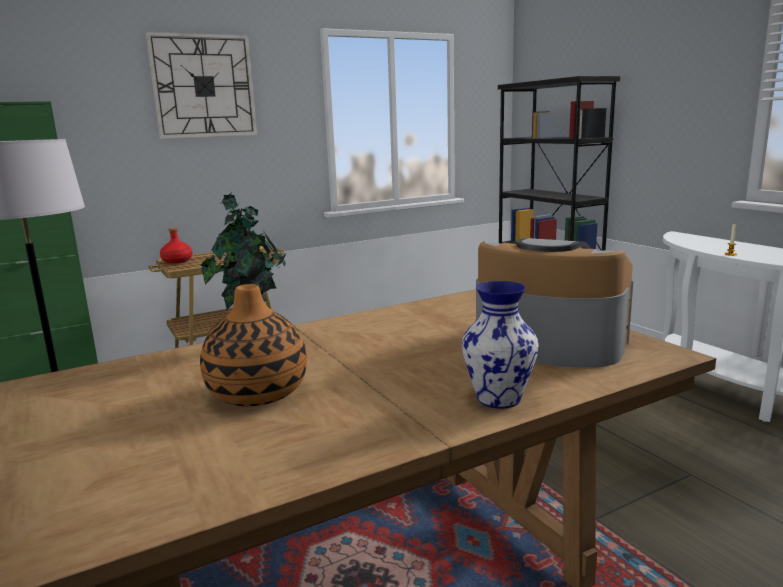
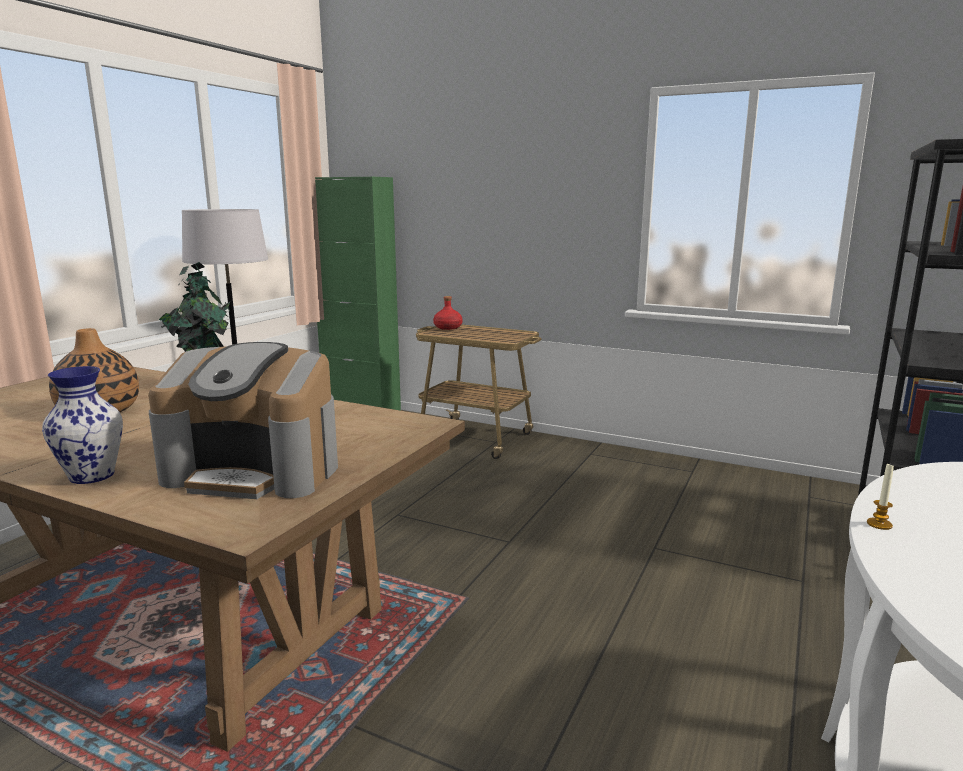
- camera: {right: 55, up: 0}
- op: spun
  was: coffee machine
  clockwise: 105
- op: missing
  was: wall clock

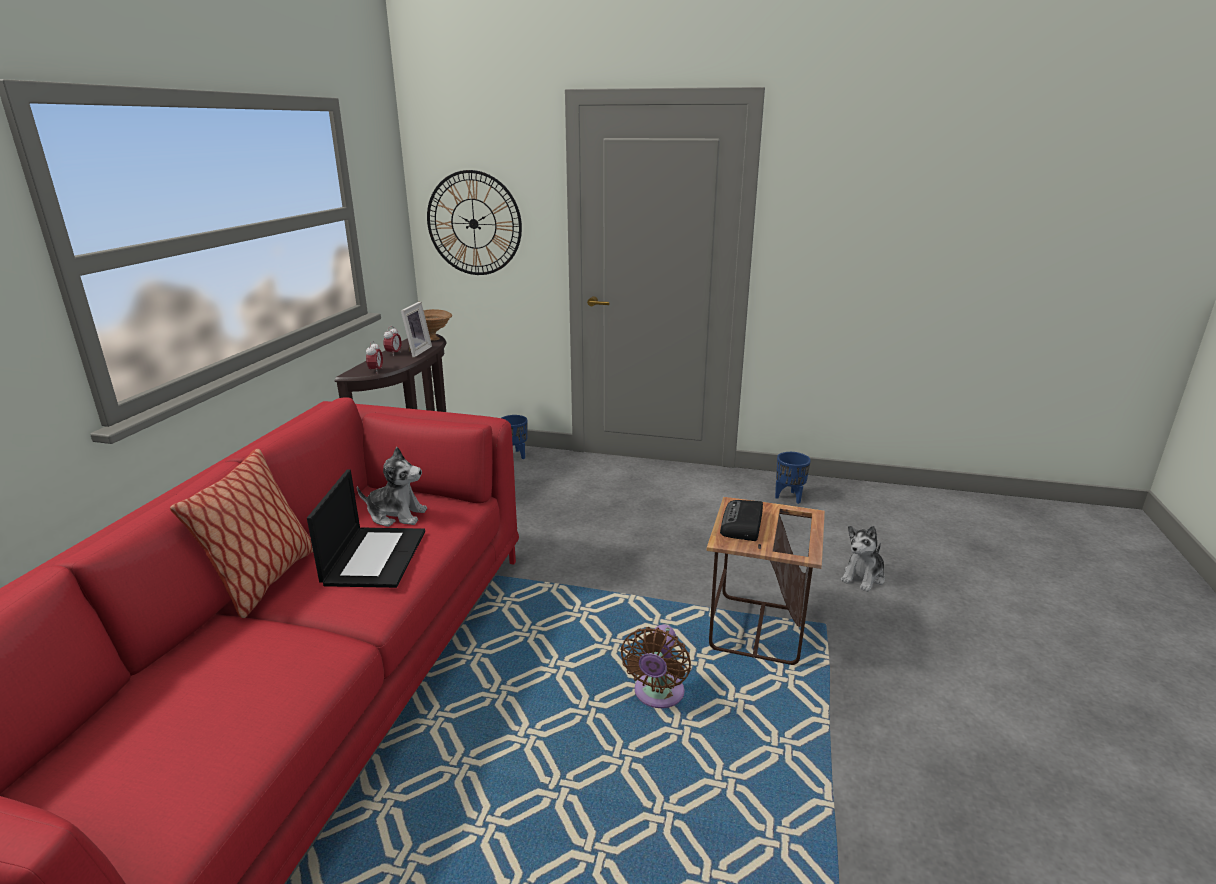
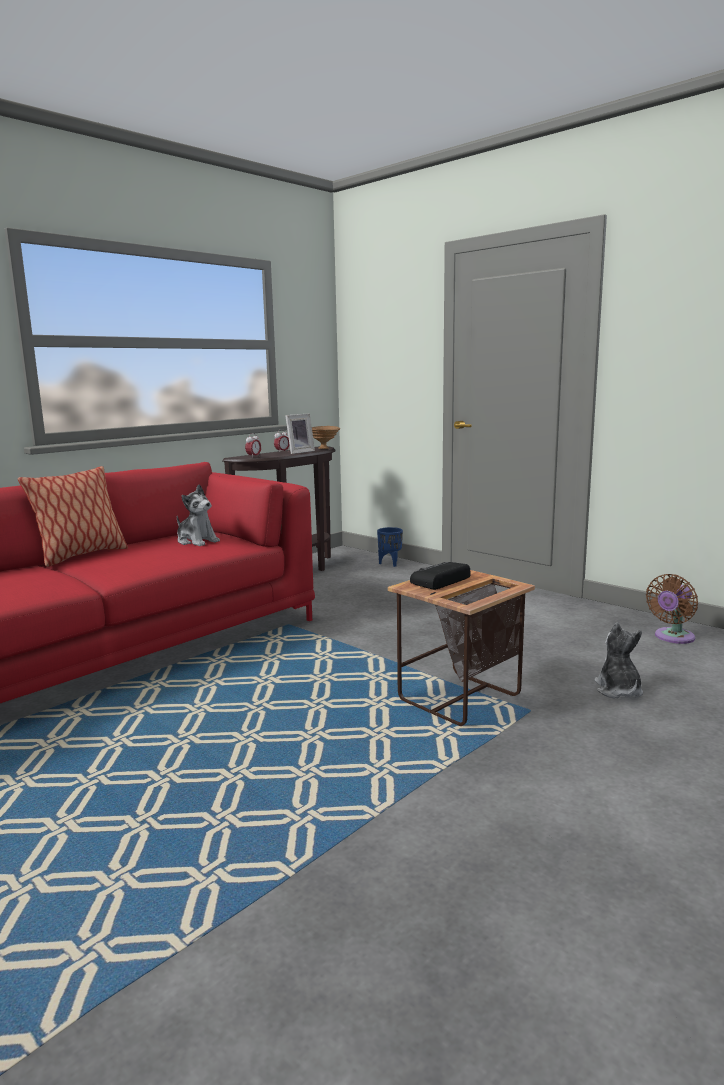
- camera: {right: 30, up: -10}
- op: spun
  was: plush toy (no. 2 from left)
  clockwise: 105
- op: relocated
  was: fan/brown
- op: missing
  was: laptop
- op: missing
  was: wall clock
- op: missing
  was: planter/blue (no. 2 from left)

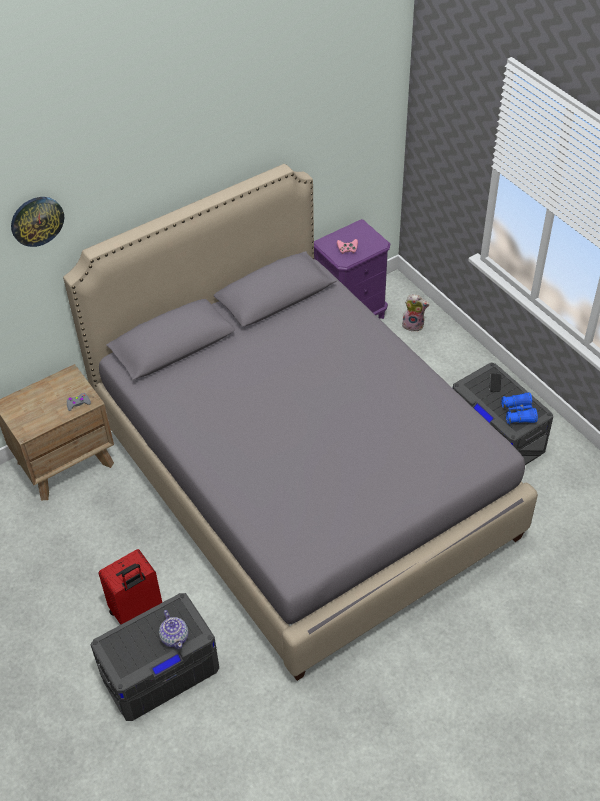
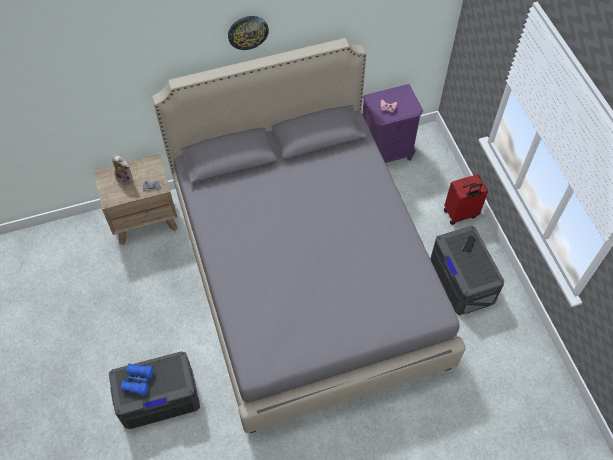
- camera: {right: 15, up: 10}
- op: relocated
  was: plush toy
- op: relocated
  was: binoculars/blue
- op: relocated
  was: wall clock
- op: relocated
  was: suitcase/red
- op: missing
  was: teapot

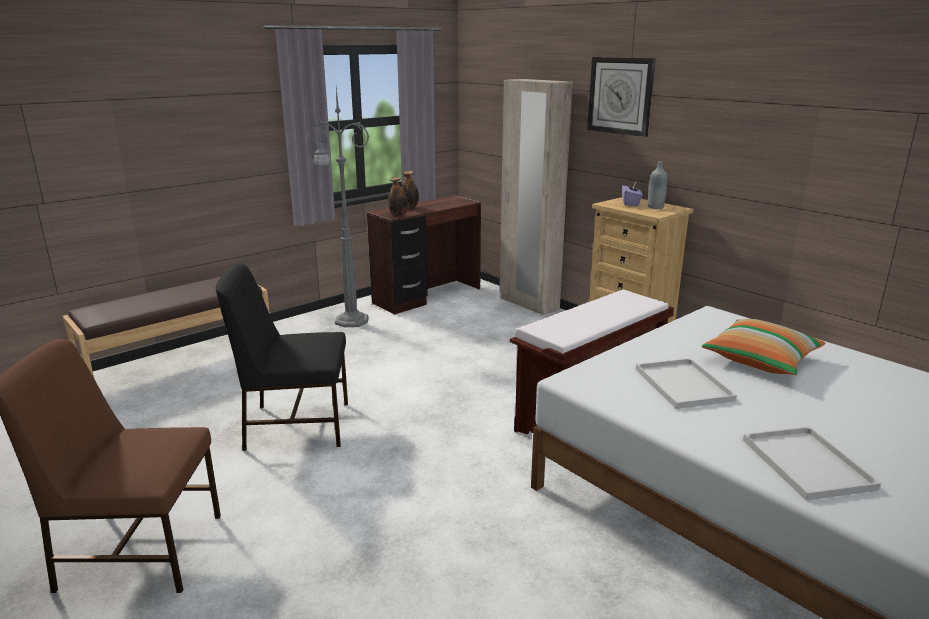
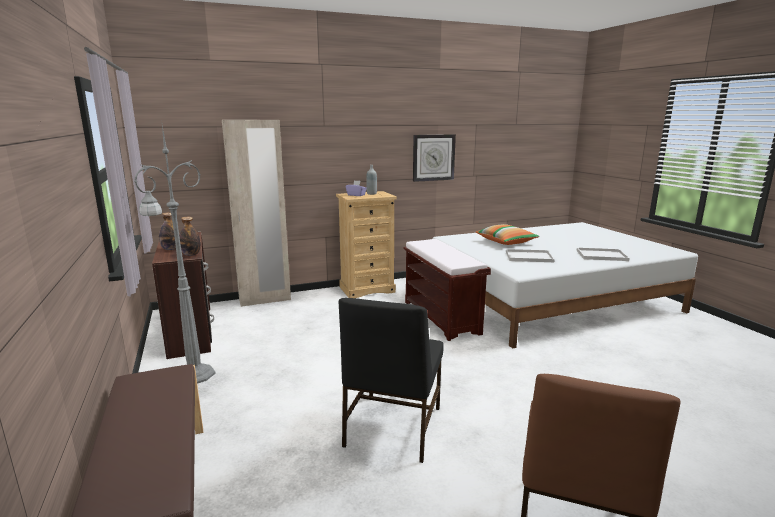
- camera: {right: -70, up: -5}
- op: relocated
  was: wall clock

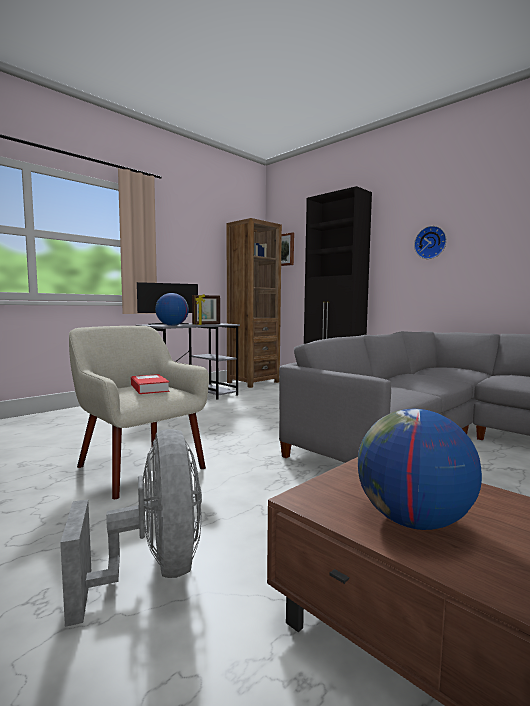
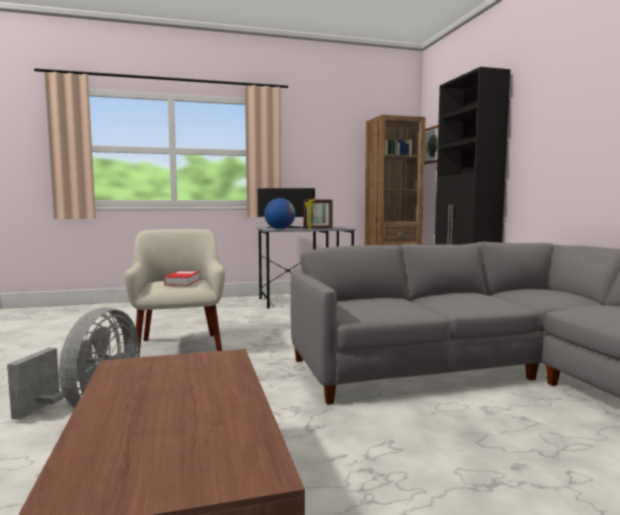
- camera: {right: 30, up: 0}
- op: missing
  was: globe (no. 2 from left)
- op: missing
  was: wall clock

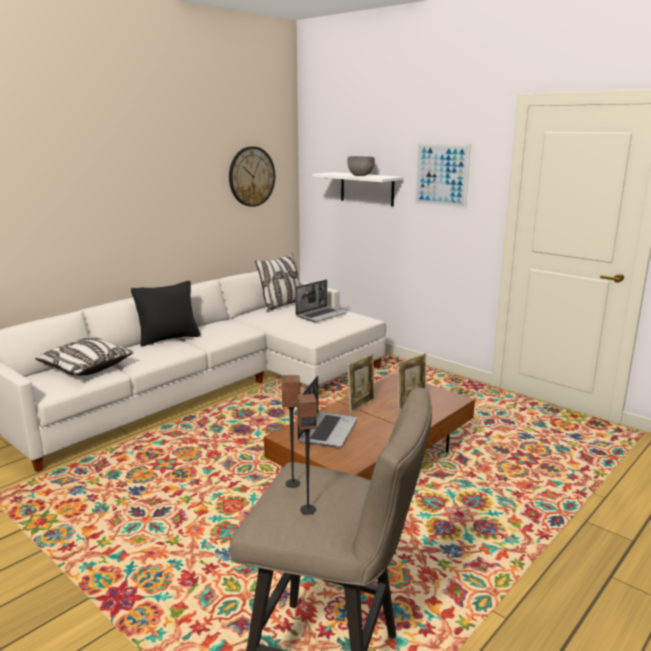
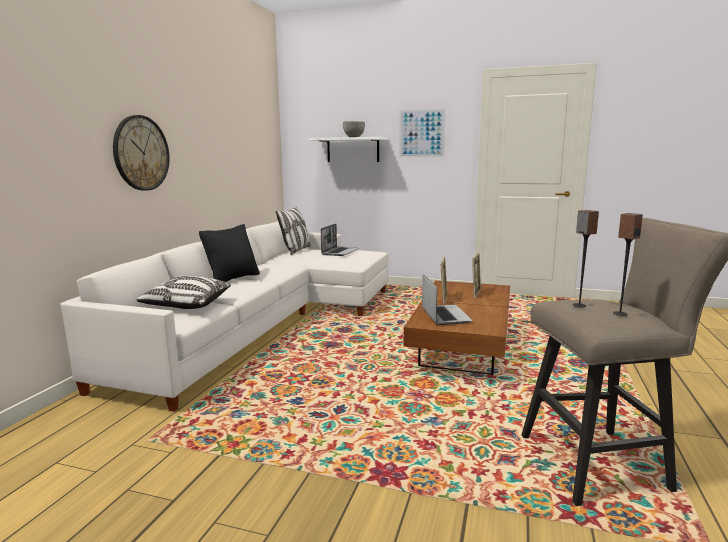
- camera: {right: -25, up: -5}
- op: relocated
  was: wall clock

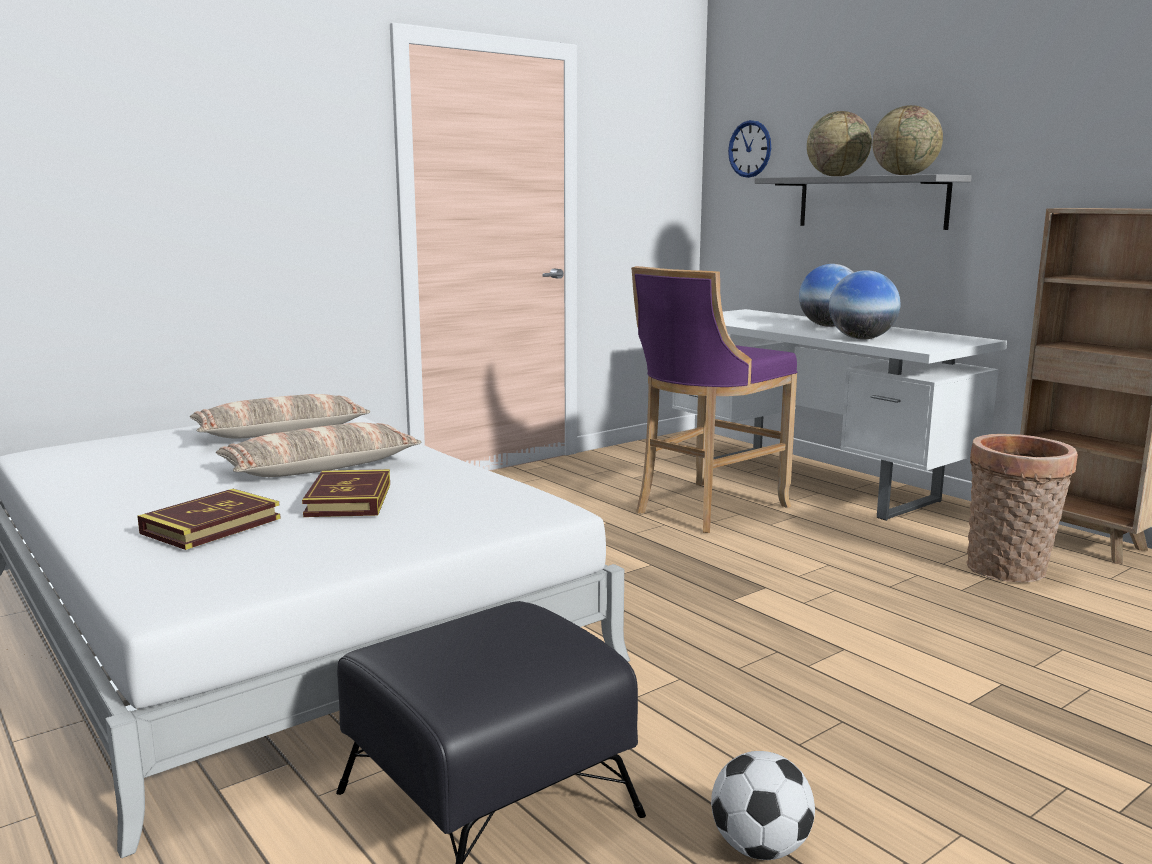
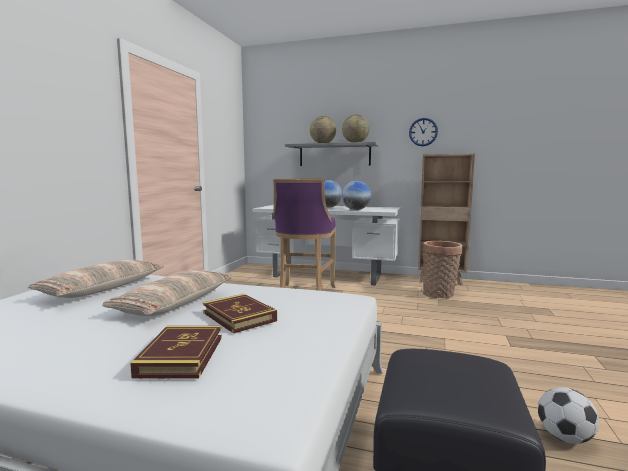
- camera: {right: -35, up: -5}
- op: relocated
  was: wall clock

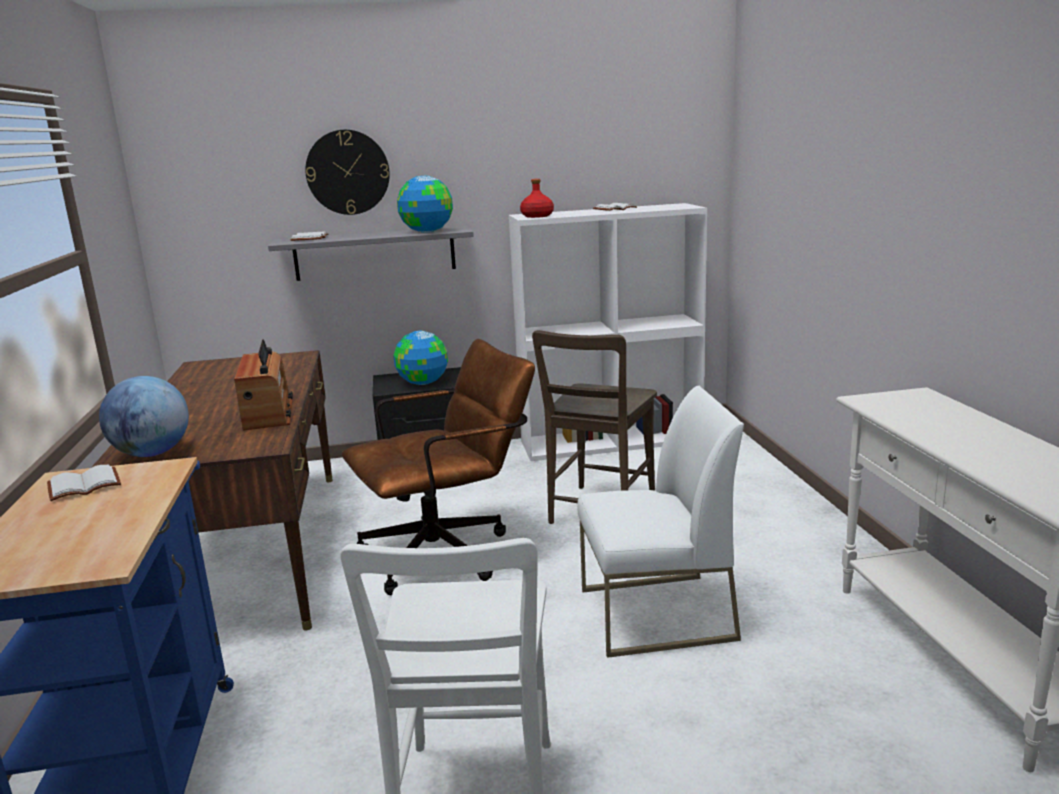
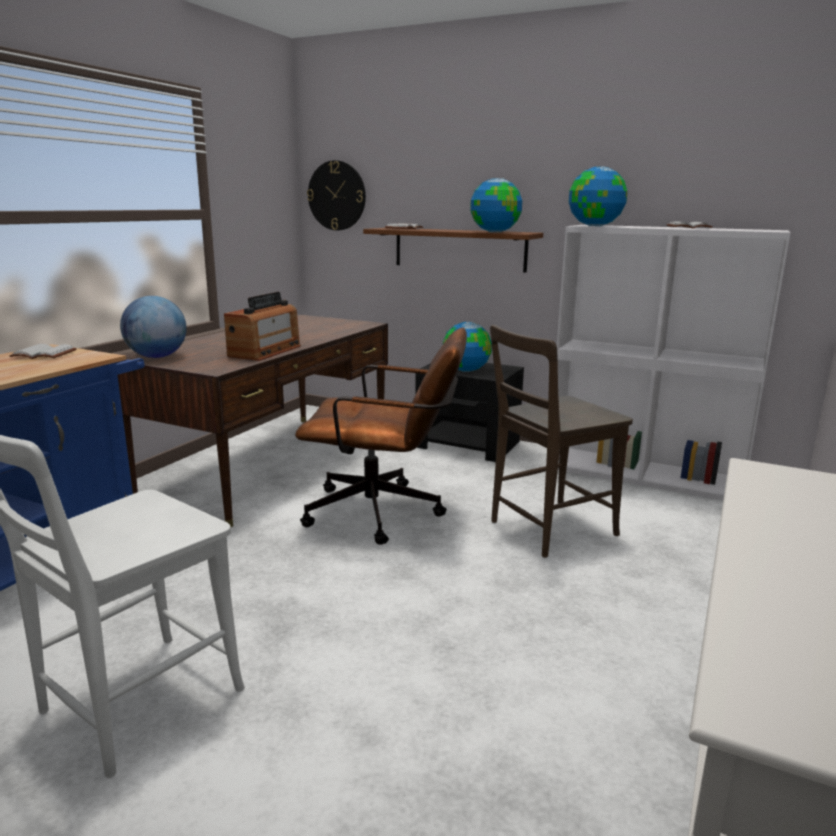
- camera: {right: 35, up: 0}
- op: relocated
  was: wall clock
- op: colour
  was: shelf/grey
  now: shelf/brown
- op: exchanged
  was: bottle/red
  now: globe (no. 4 from left)
- op: missing
  was: chair/white (no. 2 from left)

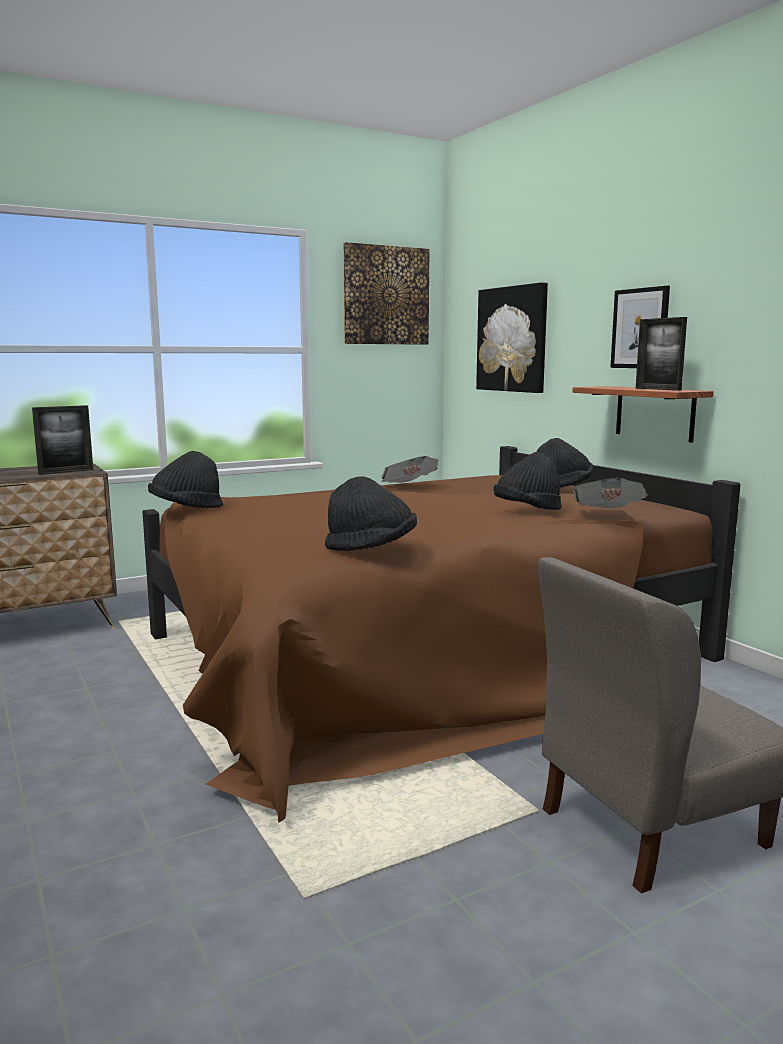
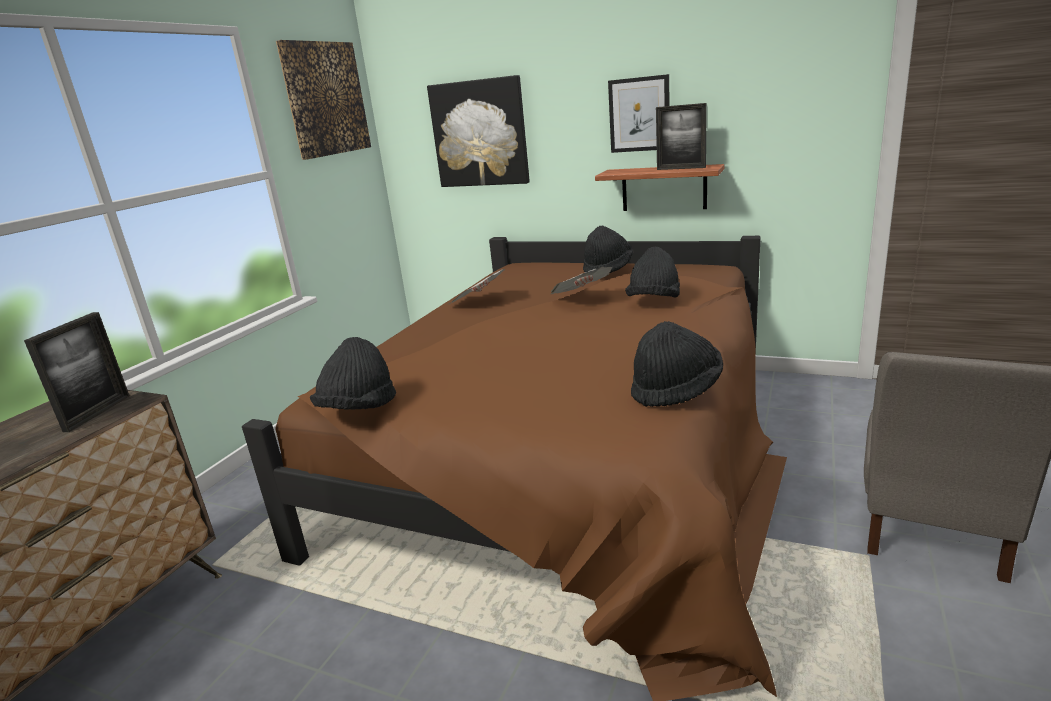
- camera: {right: -35, up: 10}
- op: relocated
  was: newspaper (no. 2 from left)

